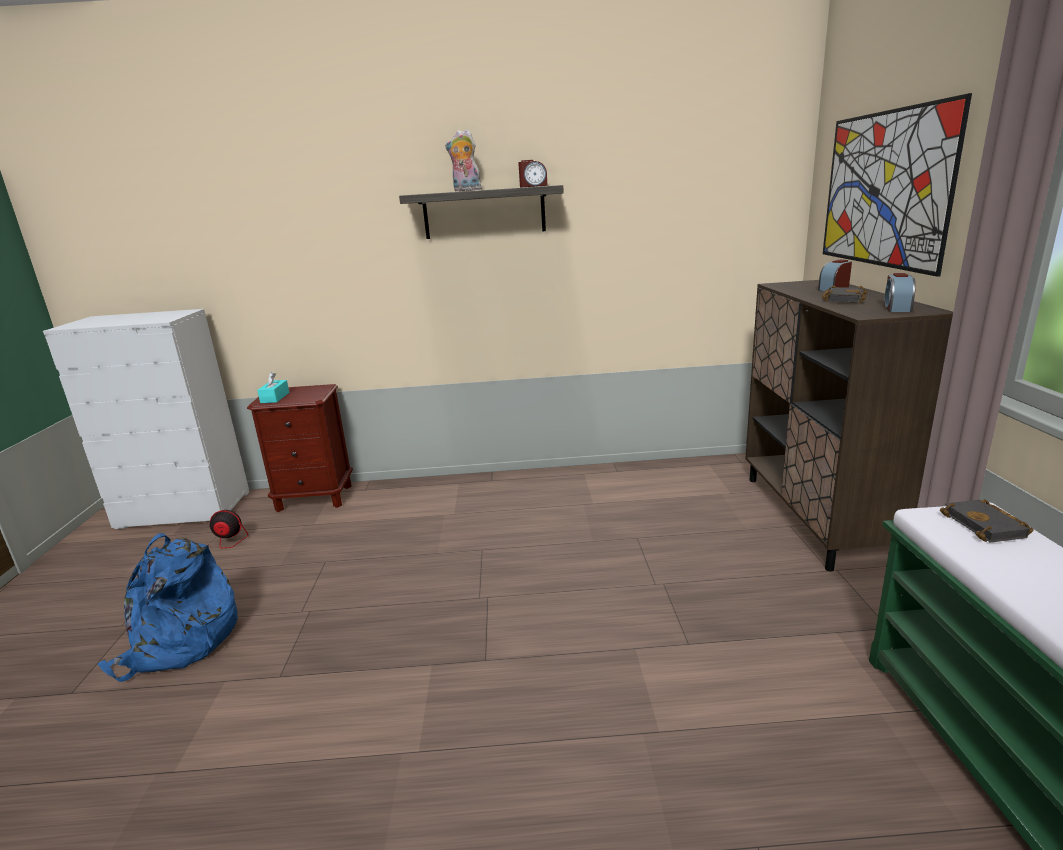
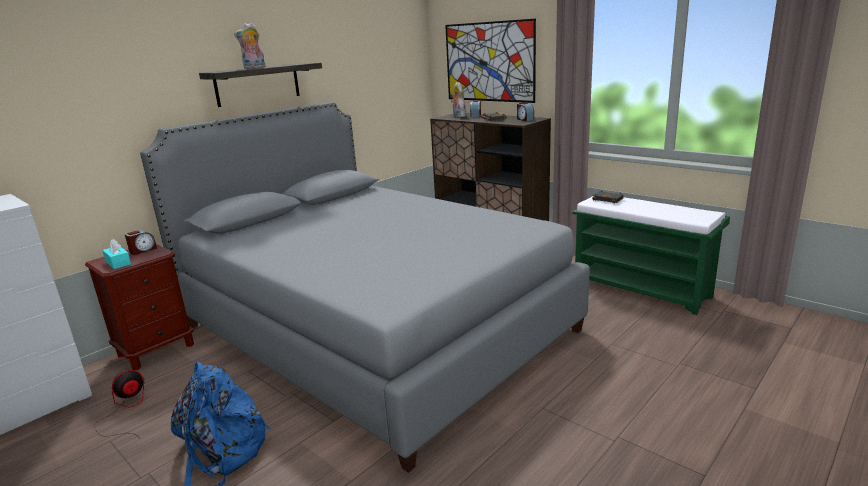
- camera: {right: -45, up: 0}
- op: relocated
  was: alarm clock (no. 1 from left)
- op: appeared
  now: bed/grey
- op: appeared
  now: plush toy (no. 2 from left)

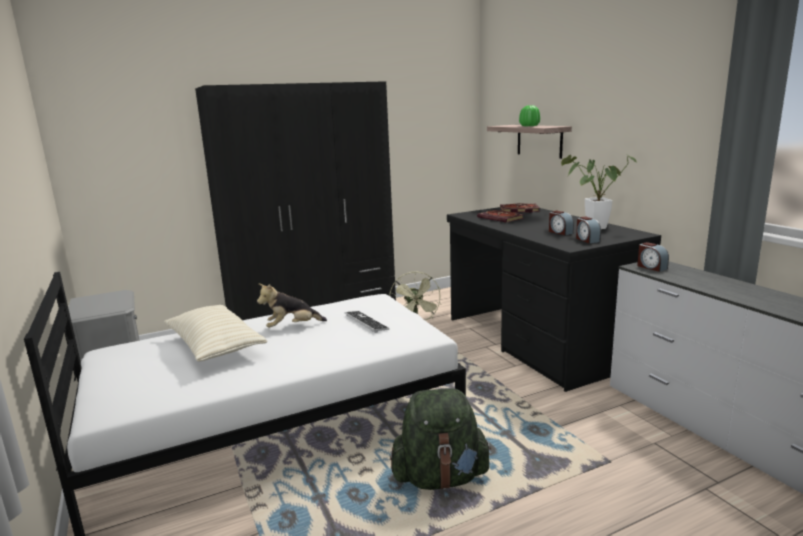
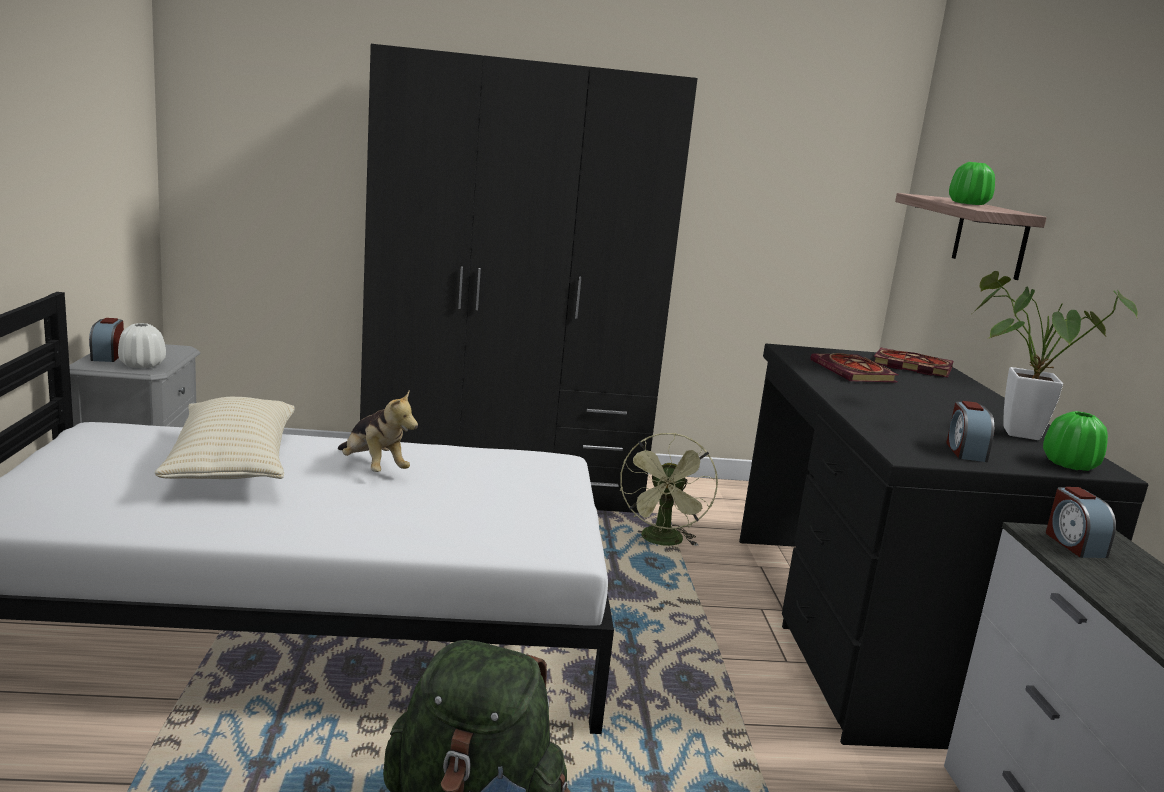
- camera: {right: 20, up: 0}
- op: relocated
  was: alarm clock (no. 1 from left)
- op: appeared
  now: vase/white
- op: spun
  was: plush toy
  clockwise: -135
- op: appeared
  now: vase/green (no. 2 from left)
- op: missing
  was: keyboard

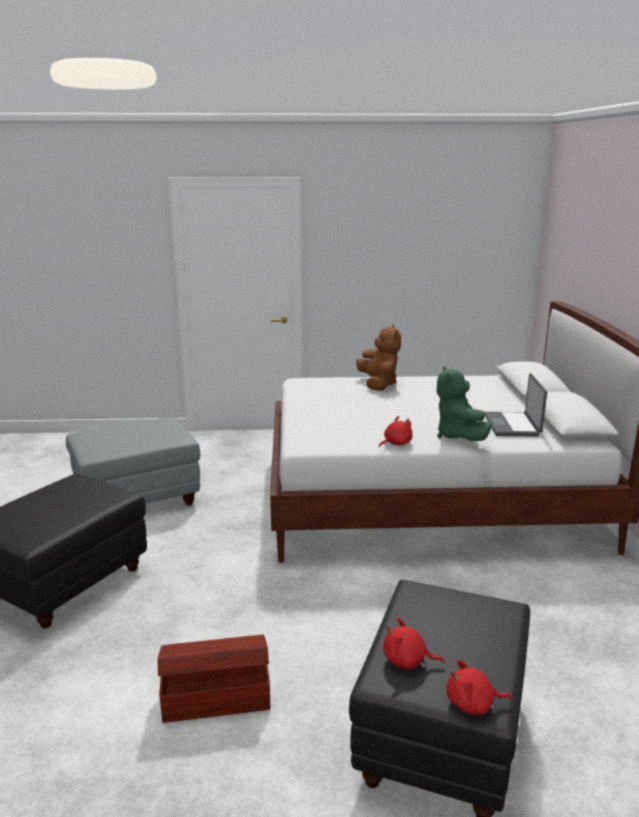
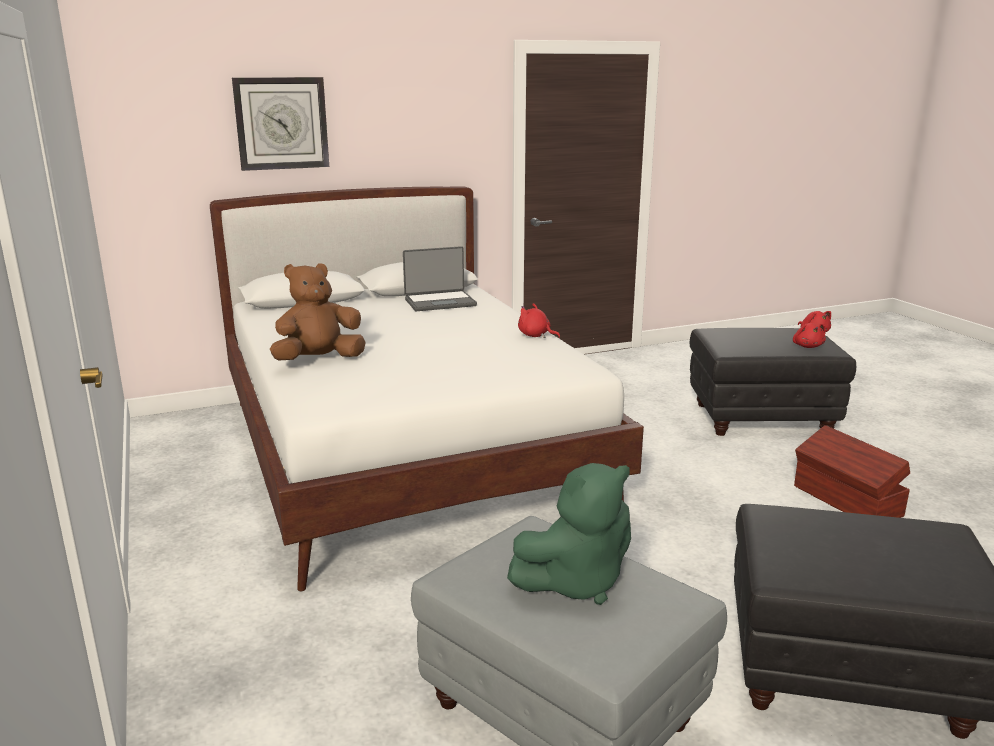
- camera: {right: -110, up: 0}
- op: appeared
  now: wall clock
- op: relocated
  was: plush toy/green

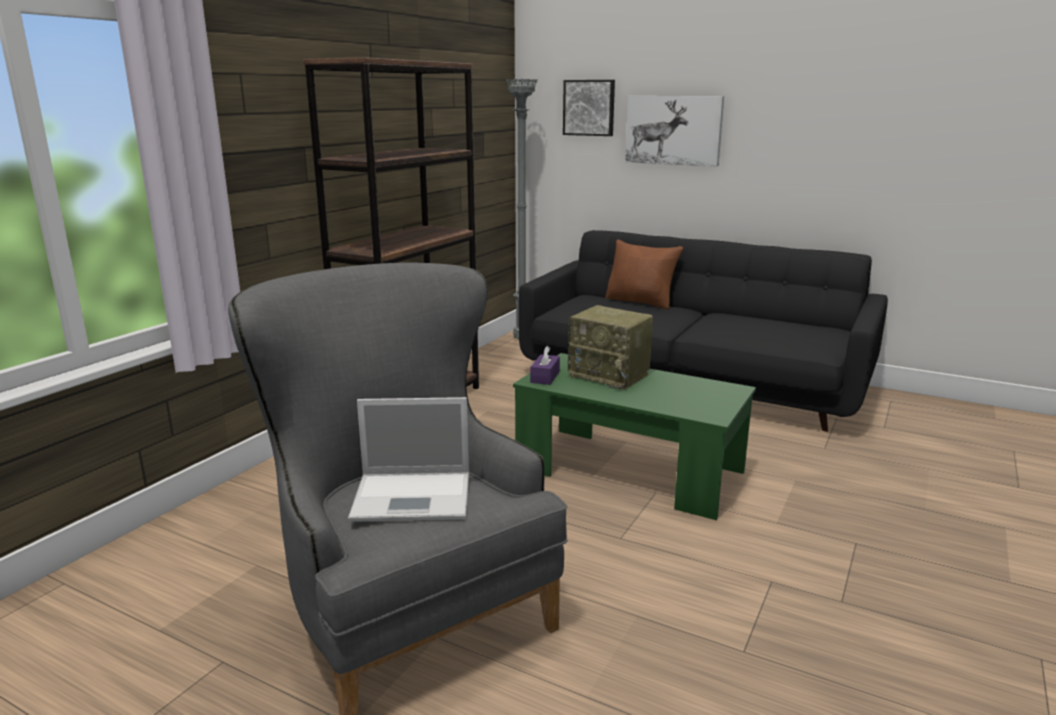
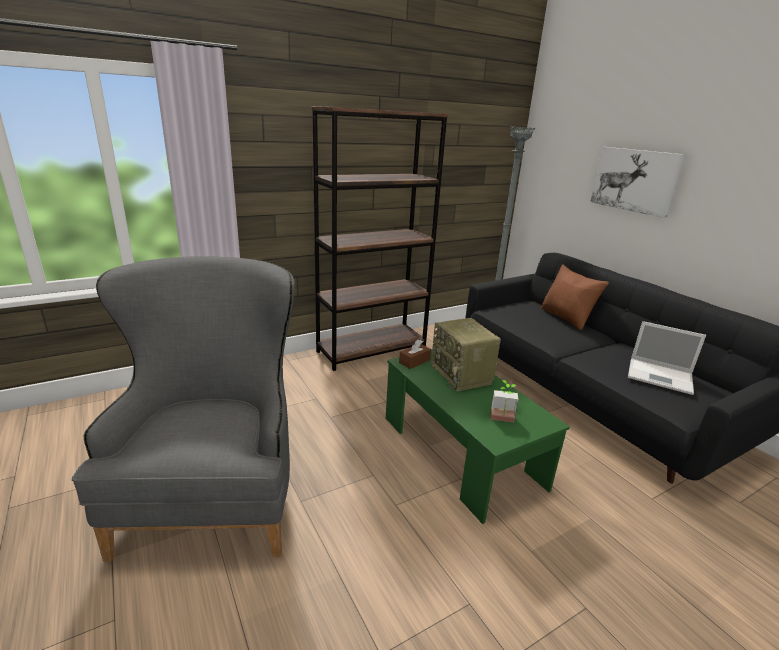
- camera: {right: 30, up: 5}
- op: colour
  was: tissue box/purple
  now: tissue box/brown
- op: appeared
  now: potted plant
- op: relocated
  was: laptop
- op: missing
  was: picture (no. 1 from left)

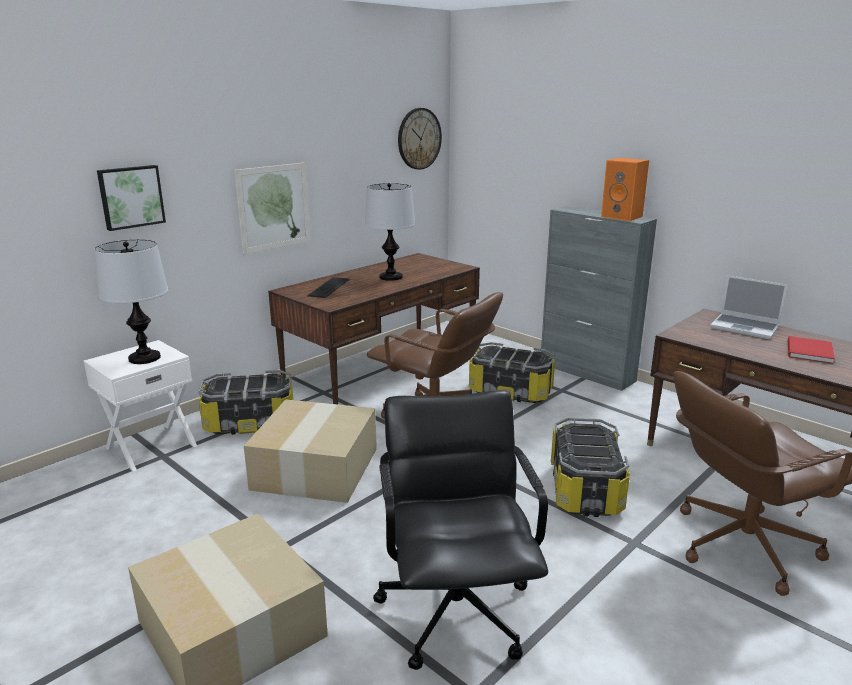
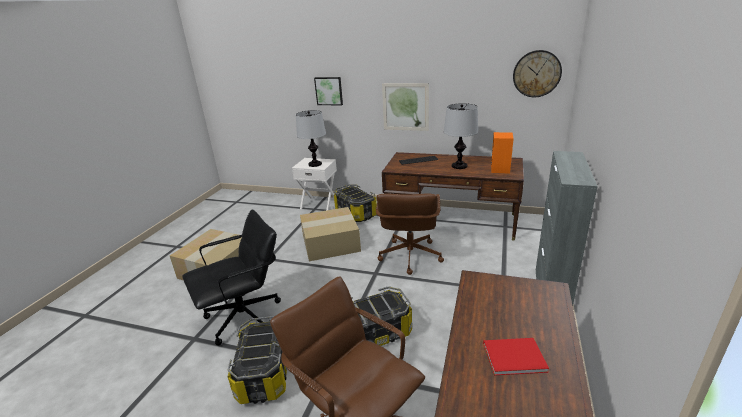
- camera: {right: 65, up: 5}
- op: relocated
  was: storage box (no. 2 from left in the first image)
  now: storage box (no. 1 from left)
- op: relocated
  was: speaker/orange
- op: missing
  was: laptop

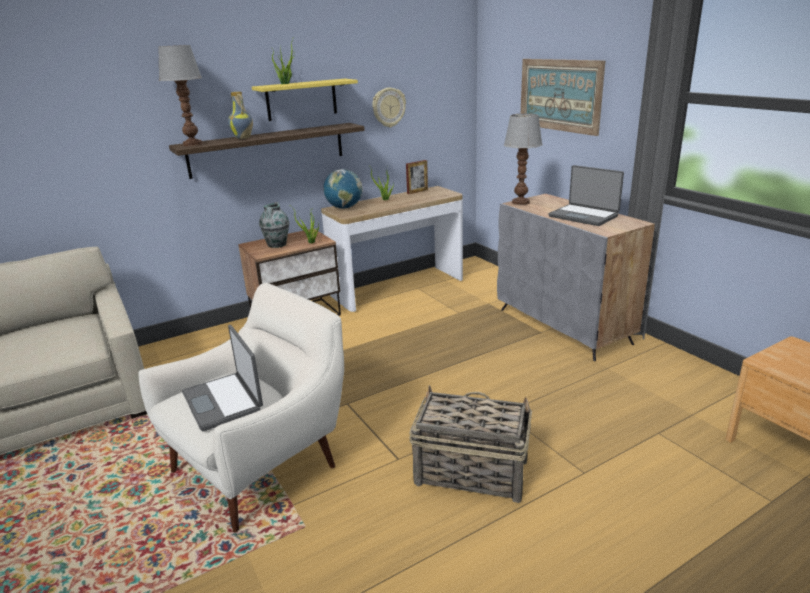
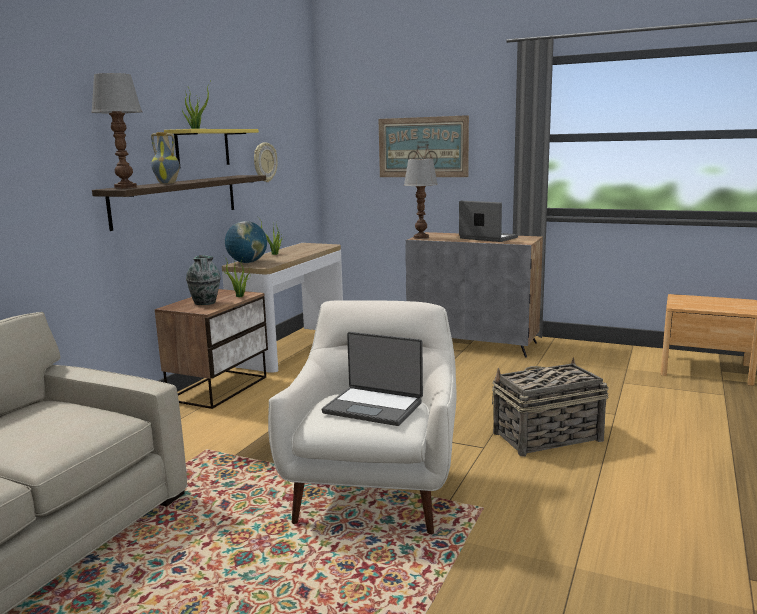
- camera: {right: -35, up: -10}
- op: spun
  was: laptop (no. 2 from left)
  clockwise: -150
- op: missing
  was: picture frame

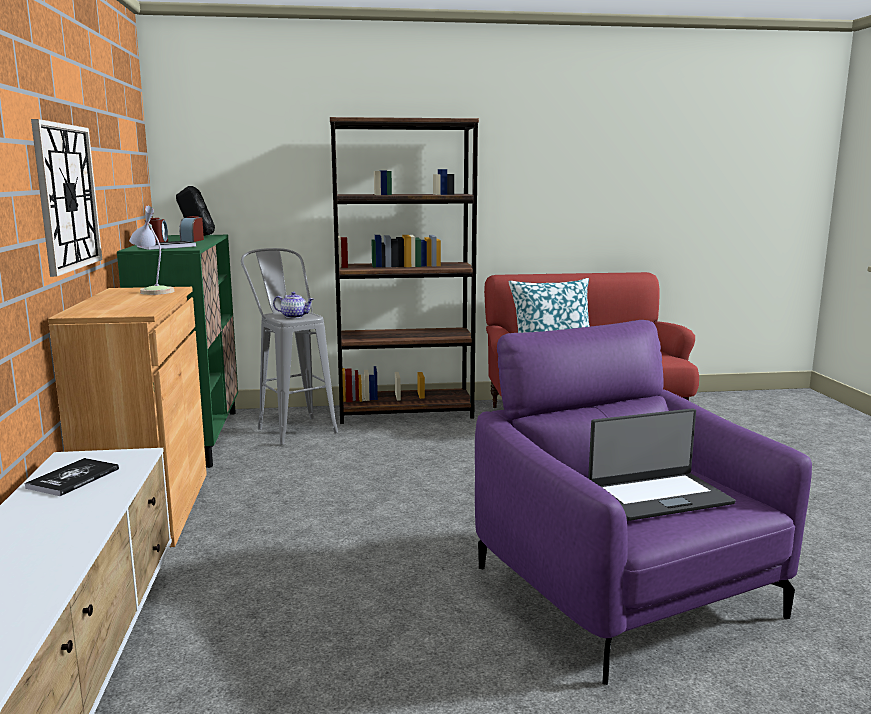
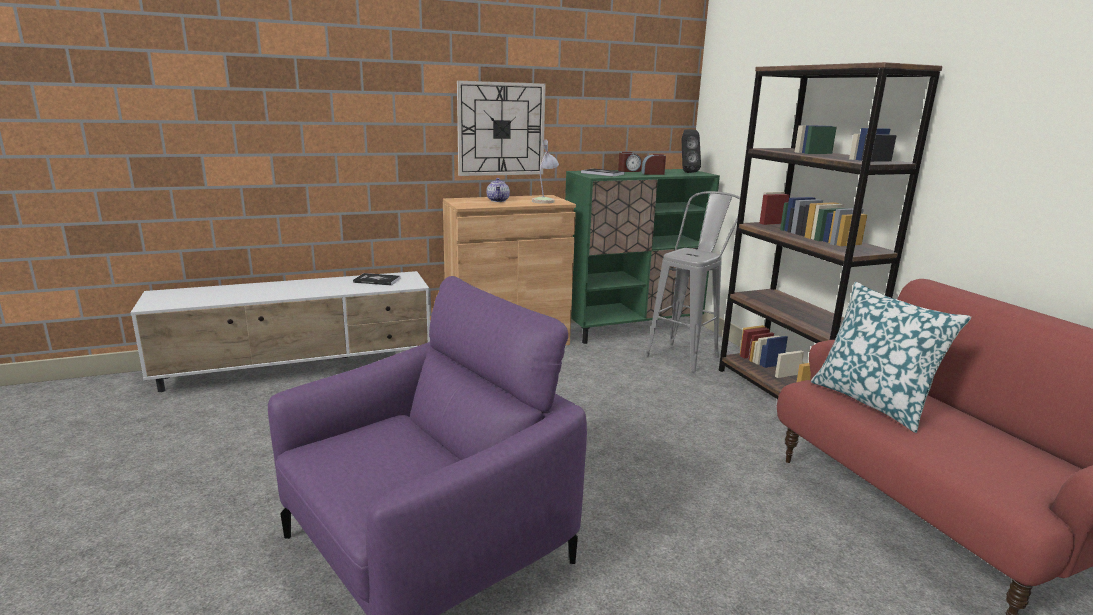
- camera: {right: 75, up: 5}
- op: relocated
  was: teapot
- op: missing
  was: laptop

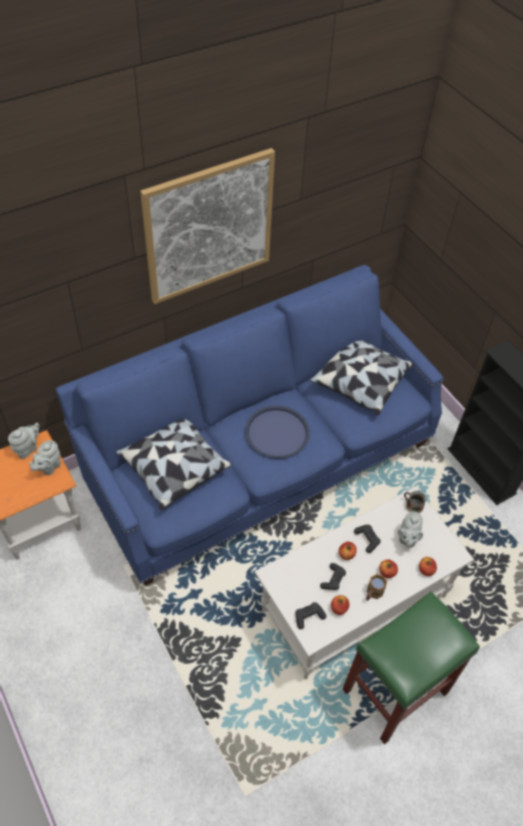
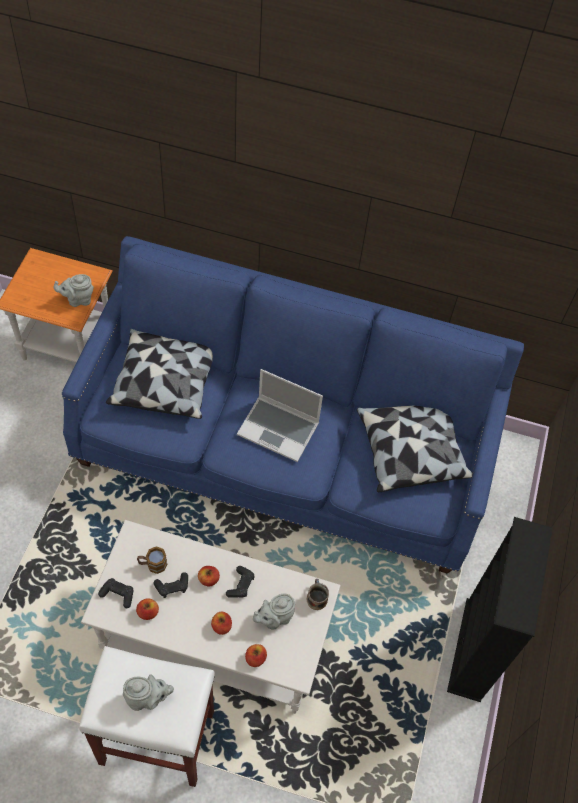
- camera: {right: 45, up: 5}
- op: colour
  was: stool/green
  now: stool/white
- op: relocated
  was: teapot/grey (no. 1 from left in the first image)
  now: teapot/grey (no. 2 from left)
- op: relocated
  was: mug (no. 1 from left)
- op: exchanged
  was: tray/blue
  now: laptop
- op: missing
  was: picture

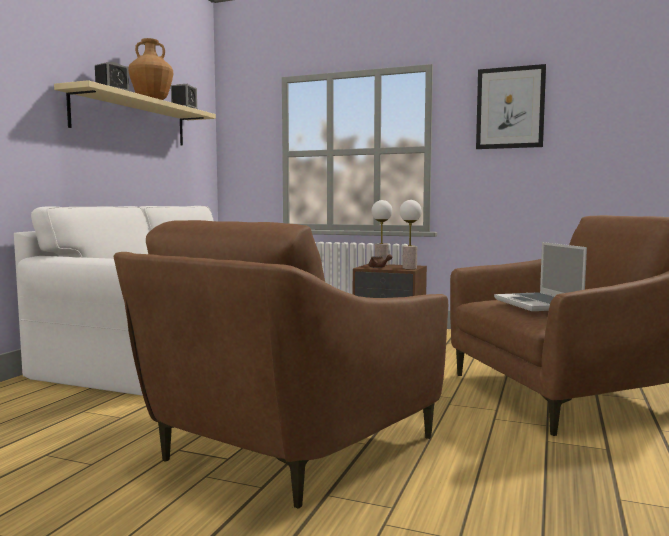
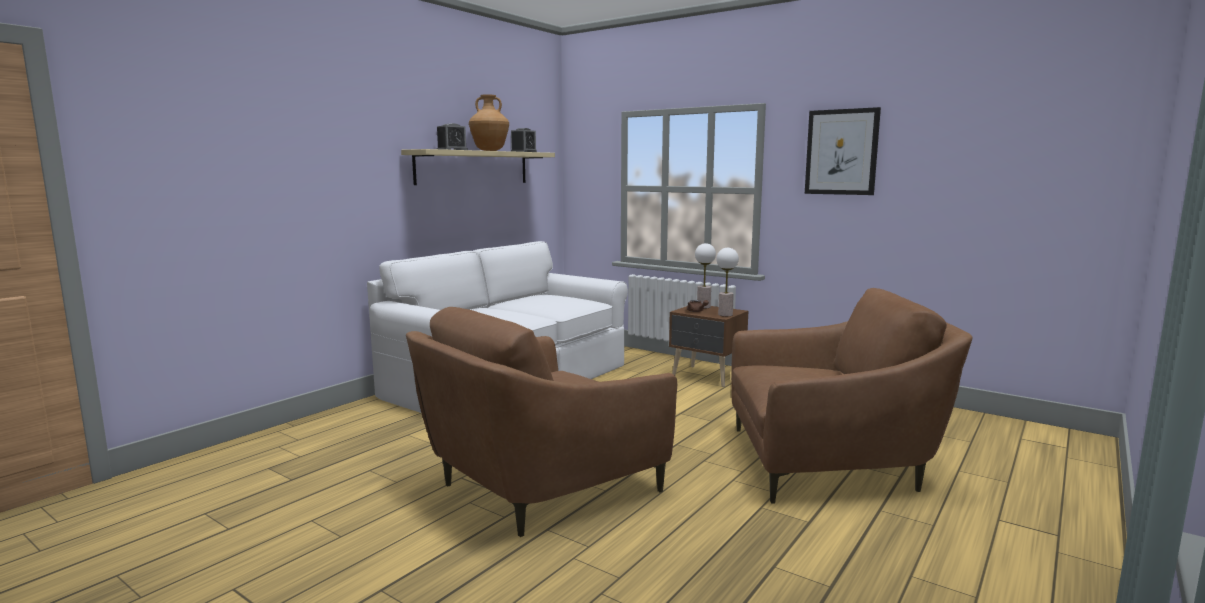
- camera: {right: 15, up: 5}
- op: missing
  was: laptop

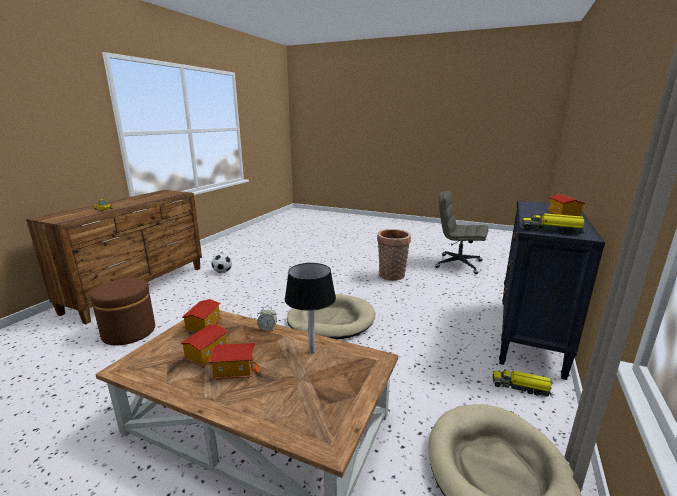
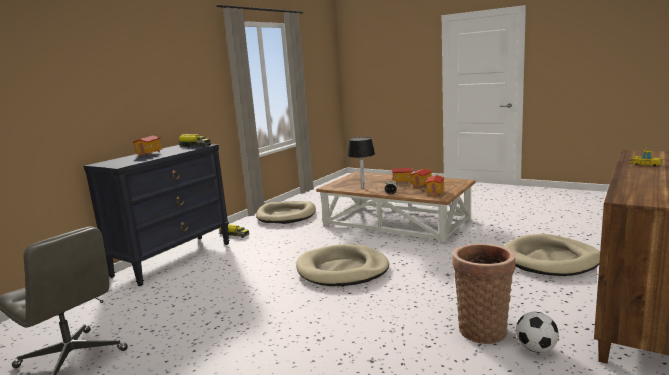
- camera: {right: -170, up: -5}
- op: relocated
  was: basket
- op: exchanged
  was: ottoman/brown
  now: dog bed/beige (no. 3 from left)

